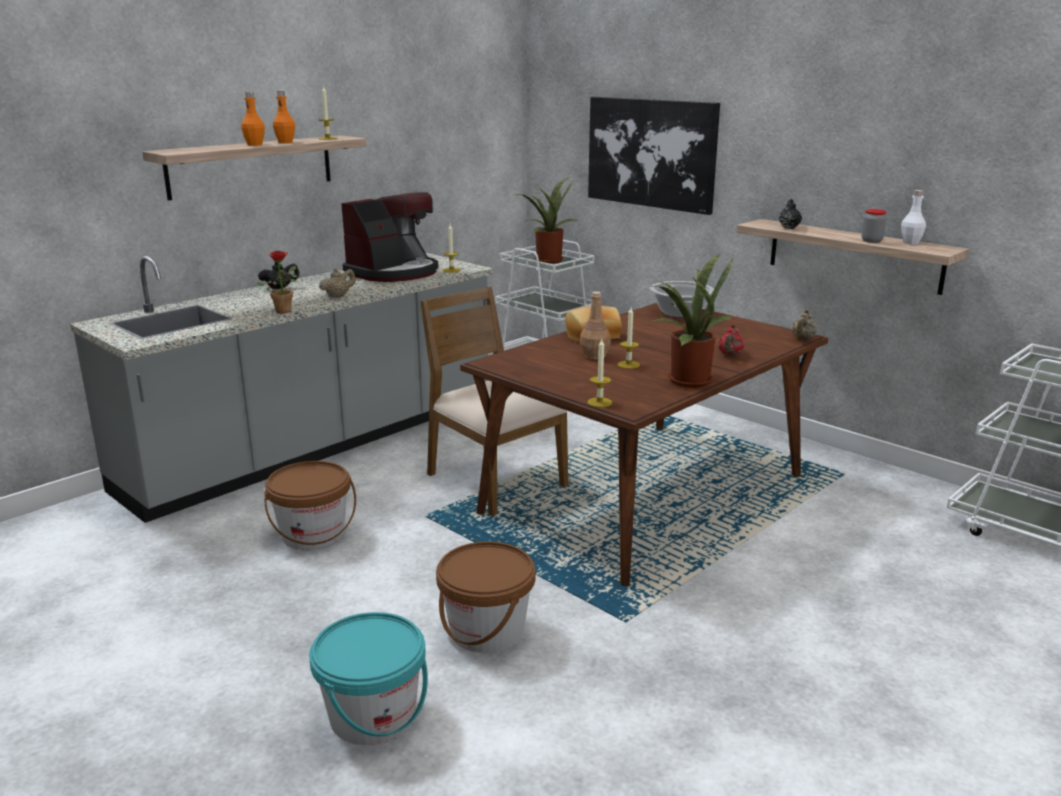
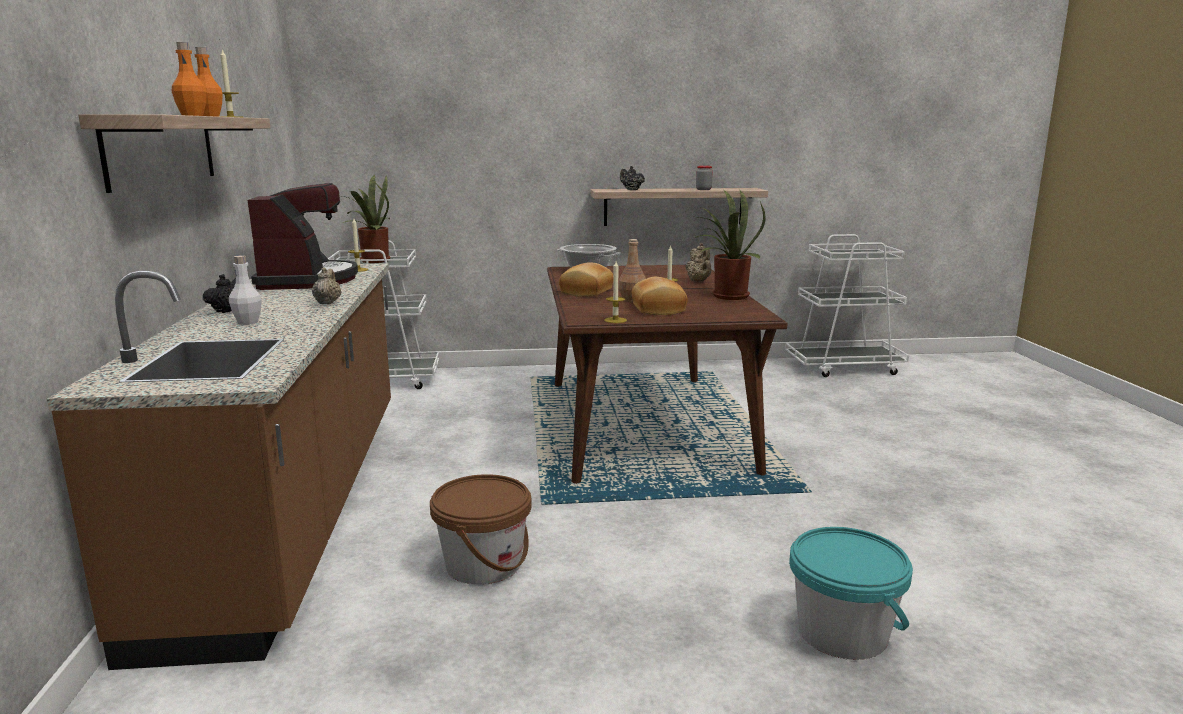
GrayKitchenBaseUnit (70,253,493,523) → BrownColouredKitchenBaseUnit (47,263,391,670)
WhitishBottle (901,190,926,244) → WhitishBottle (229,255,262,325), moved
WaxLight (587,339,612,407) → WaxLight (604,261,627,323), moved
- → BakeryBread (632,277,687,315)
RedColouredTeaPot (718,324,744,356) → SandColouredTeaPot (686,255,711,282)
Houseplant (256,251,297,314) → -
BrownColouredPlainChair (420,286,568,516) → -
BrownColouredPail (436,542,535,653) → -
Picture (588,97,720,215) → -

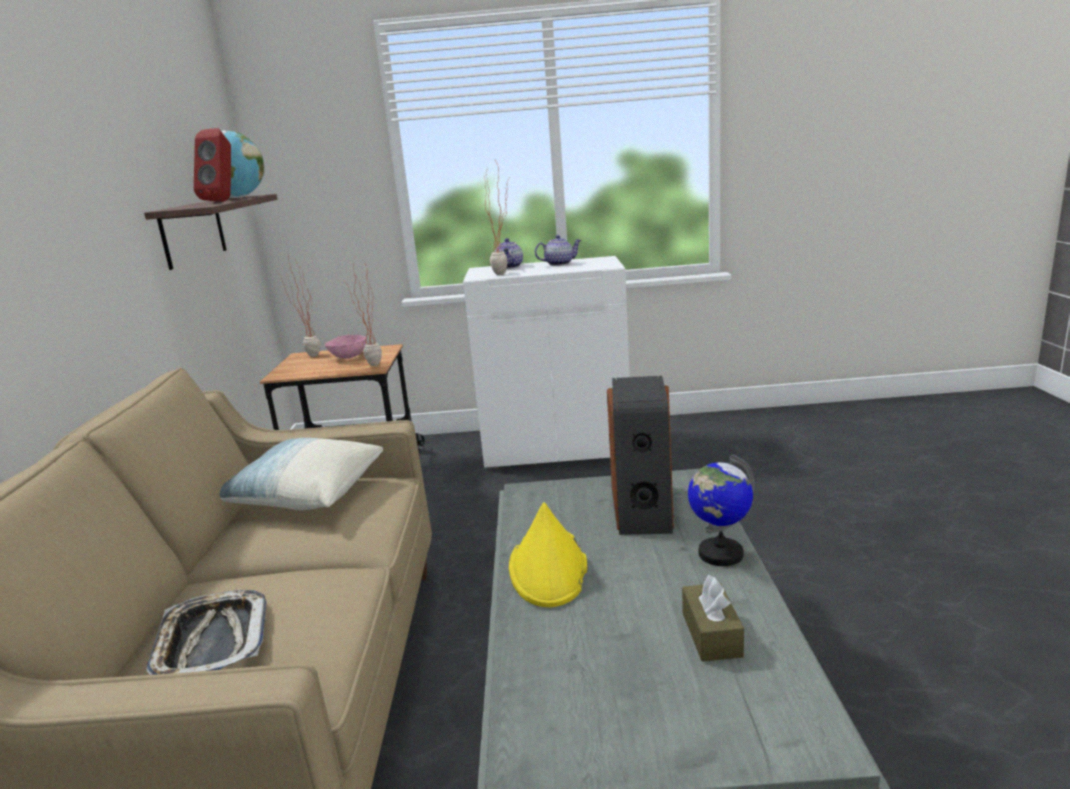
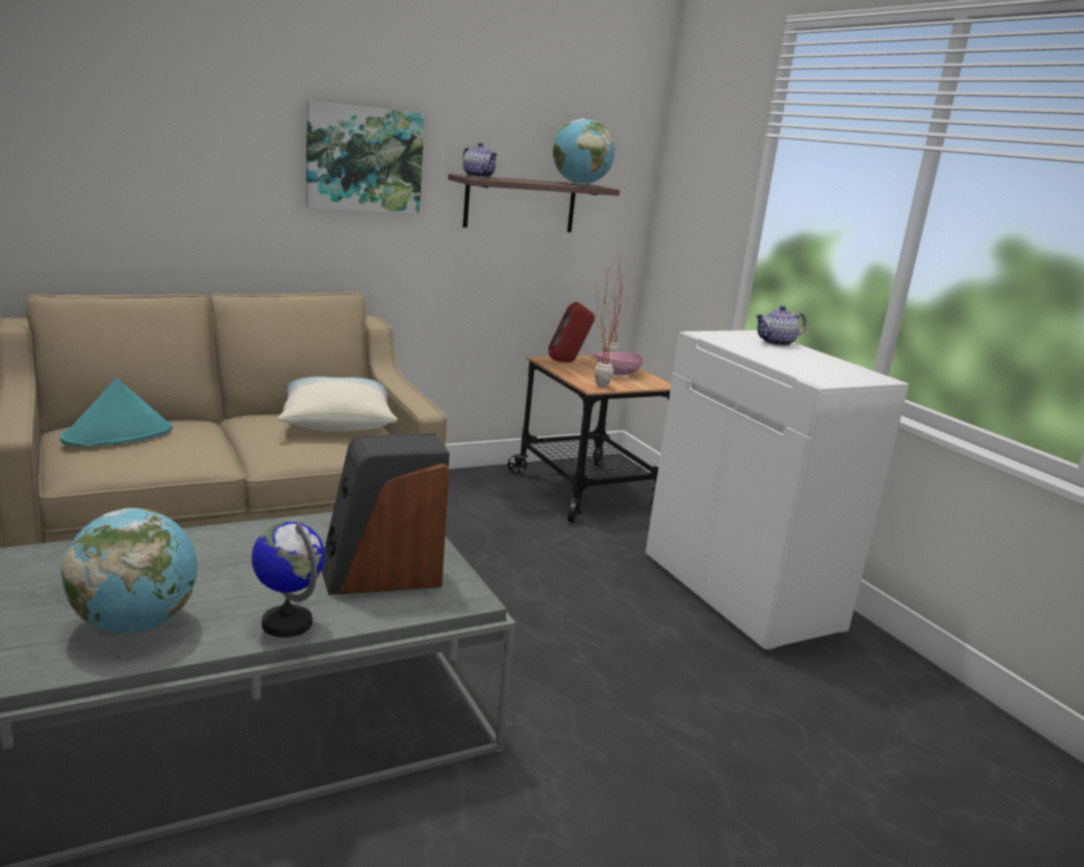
CarryingTray (146,590,267,675) → TurquoiseWearableHat (60,378,173,446)
BrownColouredBoxOfTissues (682,575,744,662) → DeskGlobe (61,508,197,633)
- → Picture (306,101,425,214)
TeaPot (535,235,582,266) → TeaPot (463,142,498,178), moved
RedColouredAudioSpeaker (194,128,231,202) → RedColouredAudioSpeaker (549,302,595,362), moved
Houseplant (484,160,511,275) → -
YellowishWearableHat (509,502,587,607) → -

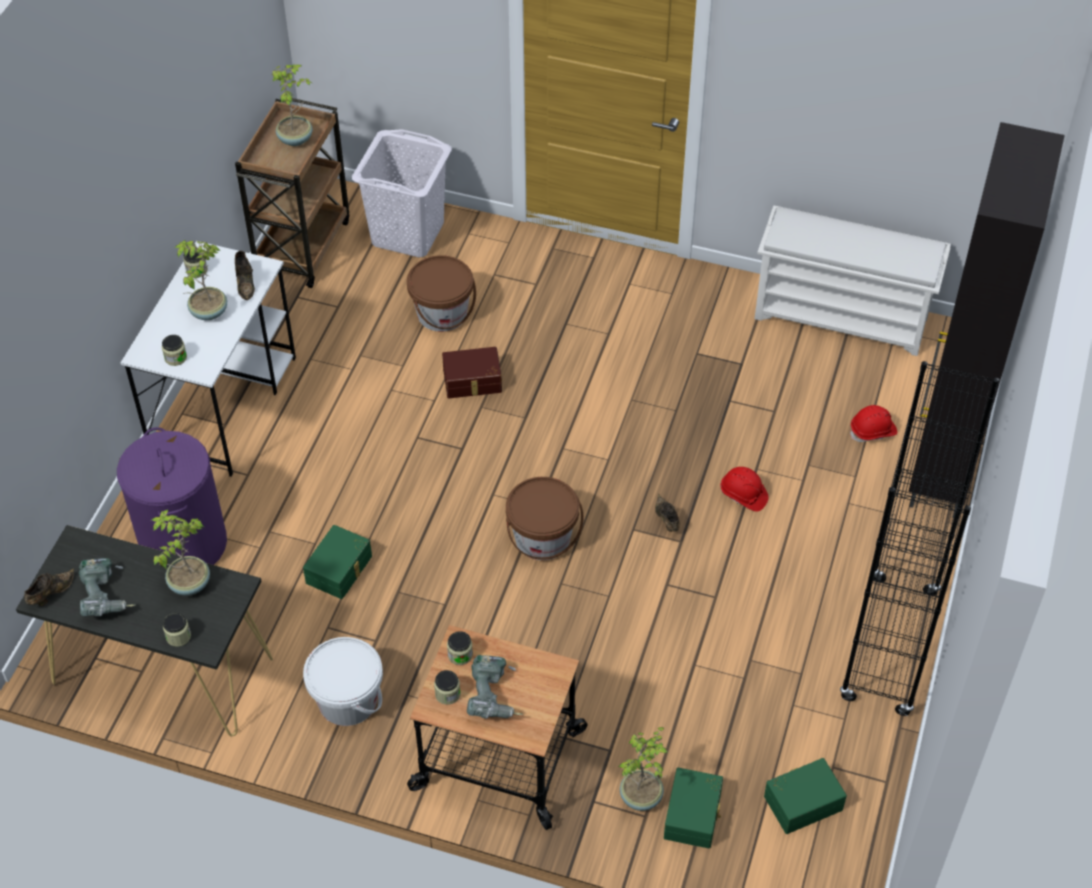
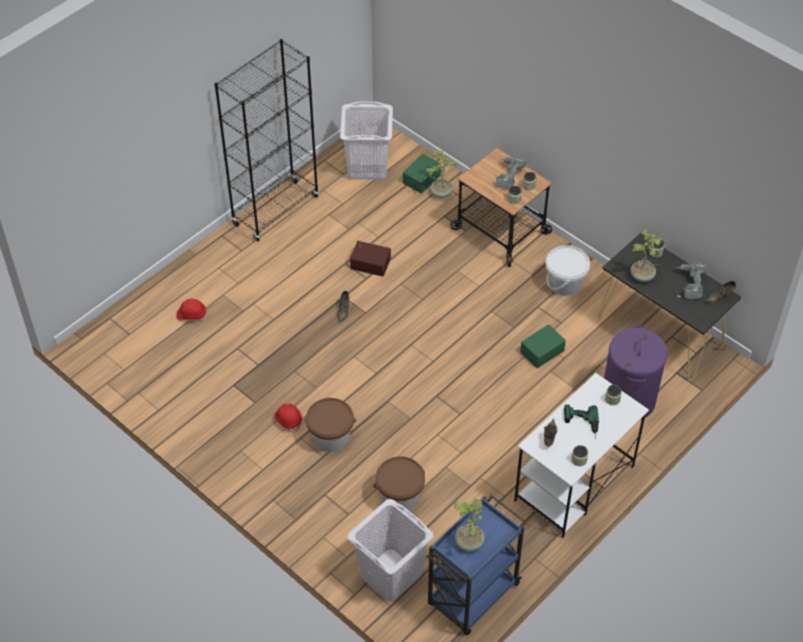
RedColouredWorkHelmet (720,467,769,512) → RedColouredWorkHelmet (274,403,302,432), moved
BrownColouredPail (506,477,584,560) → BrownColouredPail (305,398,356,452), moved
GreenColouredStorageBox (764,758,847,834) → WhitishHamper (340,102,393,180)
BrownColouredStorageBox (442,347,502,398) → BrownColouredStorageBox (350,241,391,277), moved
BrownColouredCart (235,98,349,288) → BluishCart (427,495,526,635)
Houseplant (174,240,227,320) → ElectricDrill (564,405,599,440)
WhitishShoeRack (754,205,951,356) → -
BlackishStorageCabinet (908,122,1065,518) → -

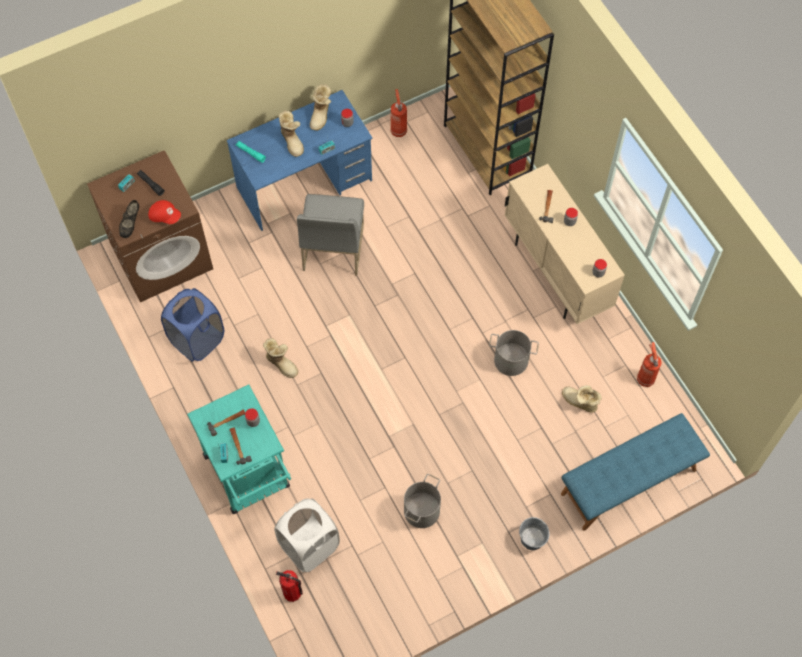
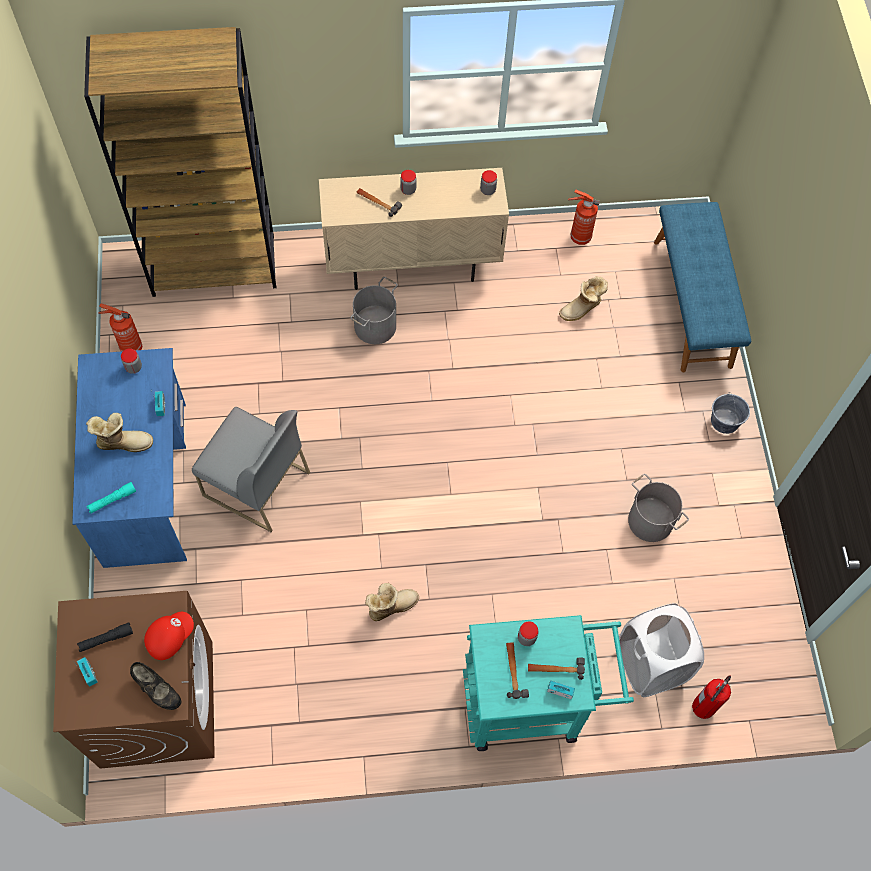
GrayPail (489,330,539,376) → GrayPail (350,277,398,344), moved
BluishHamper (161,288,224,362) → -
TallBoot (310,84,331,131) → -

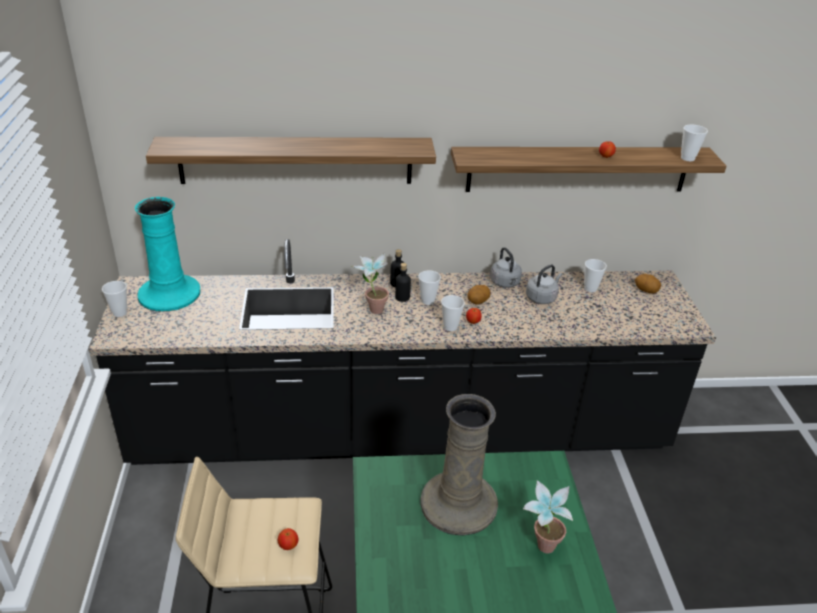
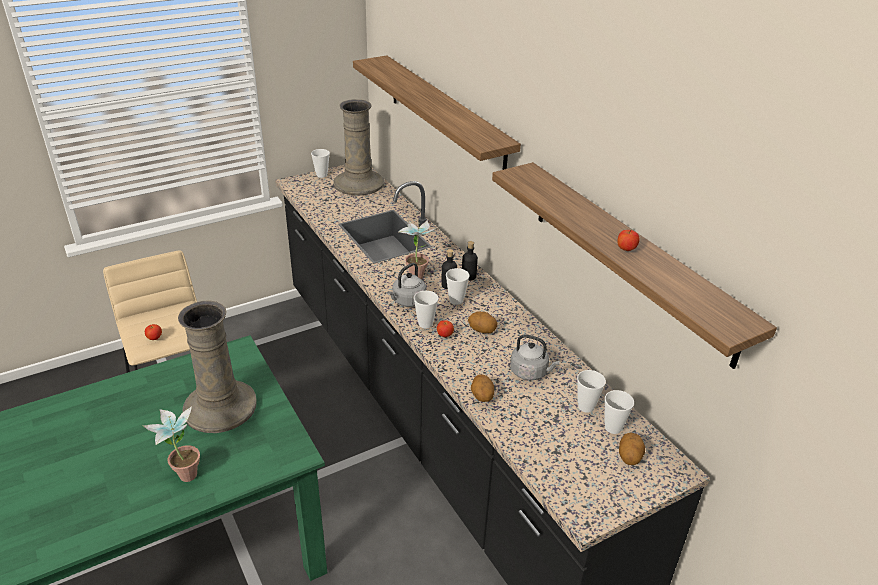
TurquoiseDecorativeVase (135,197,200,312) → SandColouredDecorativeVase (333,99,384,196)
GrayTeaKettle (490,247,522,288) → GrayTeaKettle (387,263,426,307), moved
- → Spud (471,374,494,402)
DrinkingCup (681,124,708,161) → DrinkingCup (604,390,634,434), moved

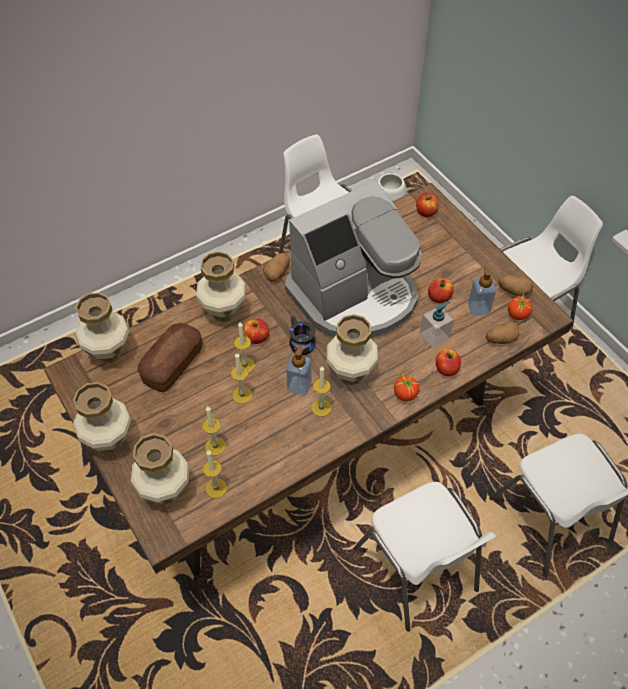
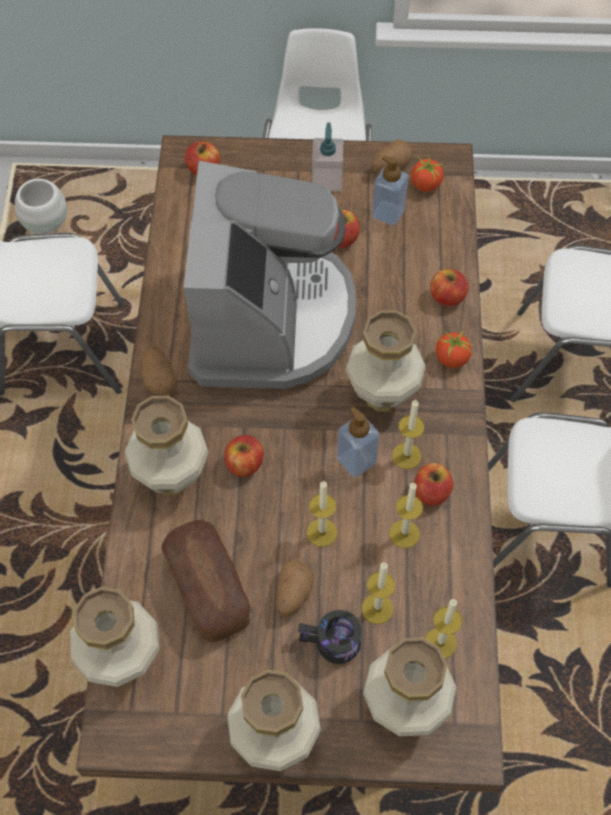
Spud (486,322,519,344) → Spud (276,560,314,617), moved
BlackishCoffeeMug (289,316,316,355) → BlackishCoffeeMug (298,610,362,664), moved
SoapBottle (420,301,454,348) → SoapBottle (312,122,343,191), moved
WaxLight (234,322,255,373) → WaxLight (389,483,423,548), moved
- → Apple (414,463,454,506)

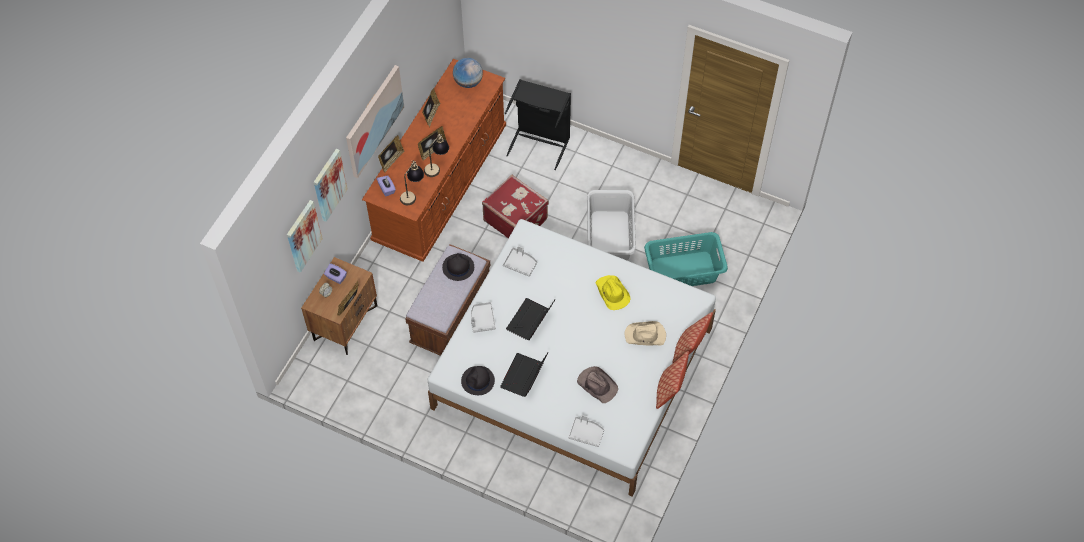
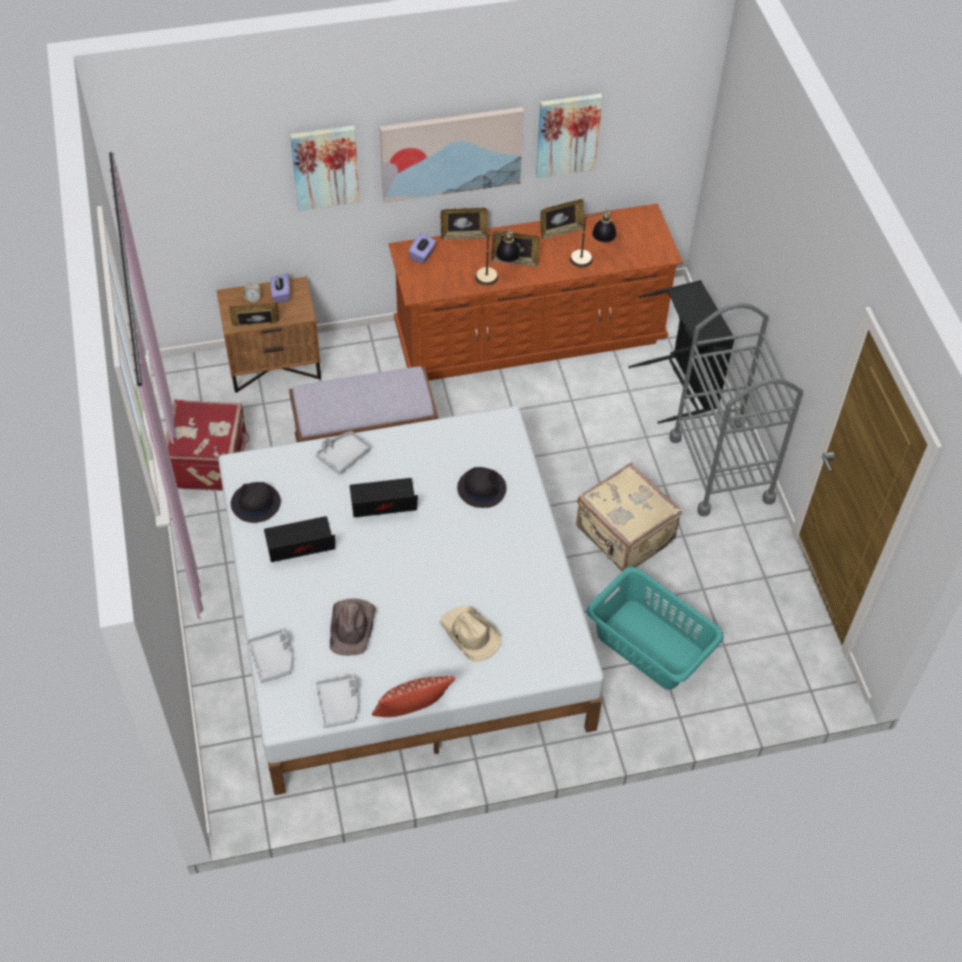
RedColouredTravelCase (482,174,549,238) → RedColouredTravelCase (166,399,250,491), moved
GrayCarryingTray (503,246,537,277) → GrayCarryingTray (315,675,358,728), moved
BlackishWearableHat (442,253,474,281) → BlackishWearableHat (457,467,507,508), moved
Picture (287,200,323,273) → Picture (536,94,603,178), moved
LampForATable (400,160,424,205) → LampForATable (570,207,616,268), moved
GrayHamper (587,190,636,260) → SandColouredTravelCase (576,463,682,571)
- → GrayCart (669,303,803,516)
DeskGlobe (453,58,483,88) → -
YellowishWearableHat (596,275,631,310) → -
ThrowPillow (673,312,713,363) → -

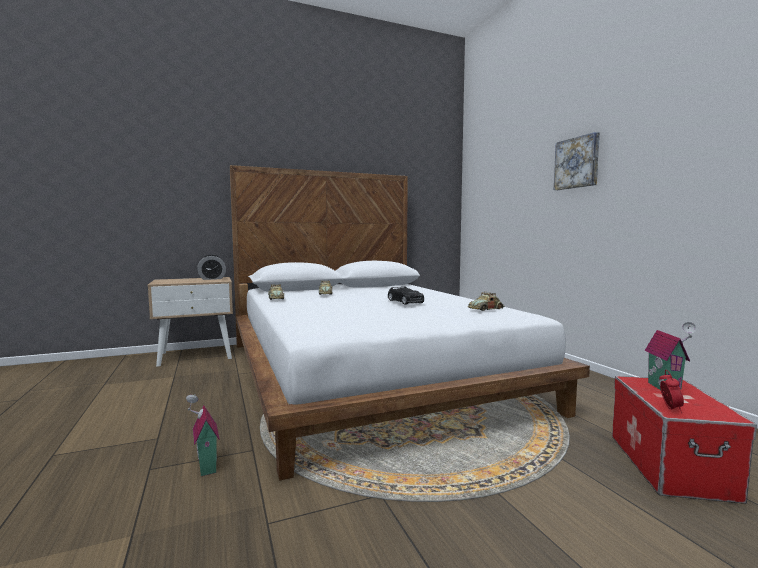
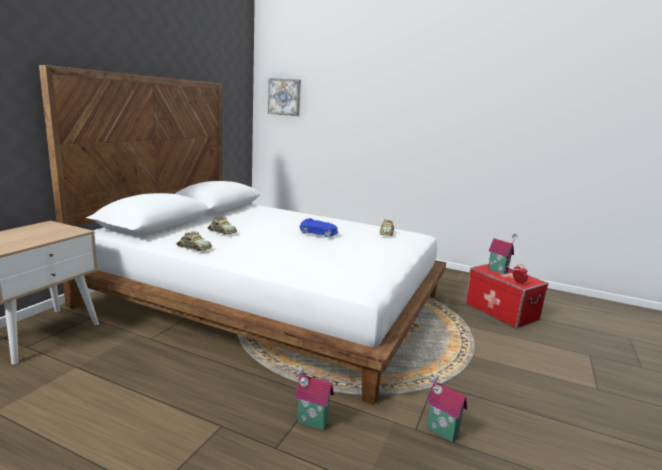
Picture (554,132,600,190) → Picture (268,78,301,116), moved
BlackishMiniatureCar (388,286,424,305) → BluishMiniatureCar (300,218,338,237)
- → ModelHouse (427,373,467,442)
BedsideClock (197,255,226,280) → -

